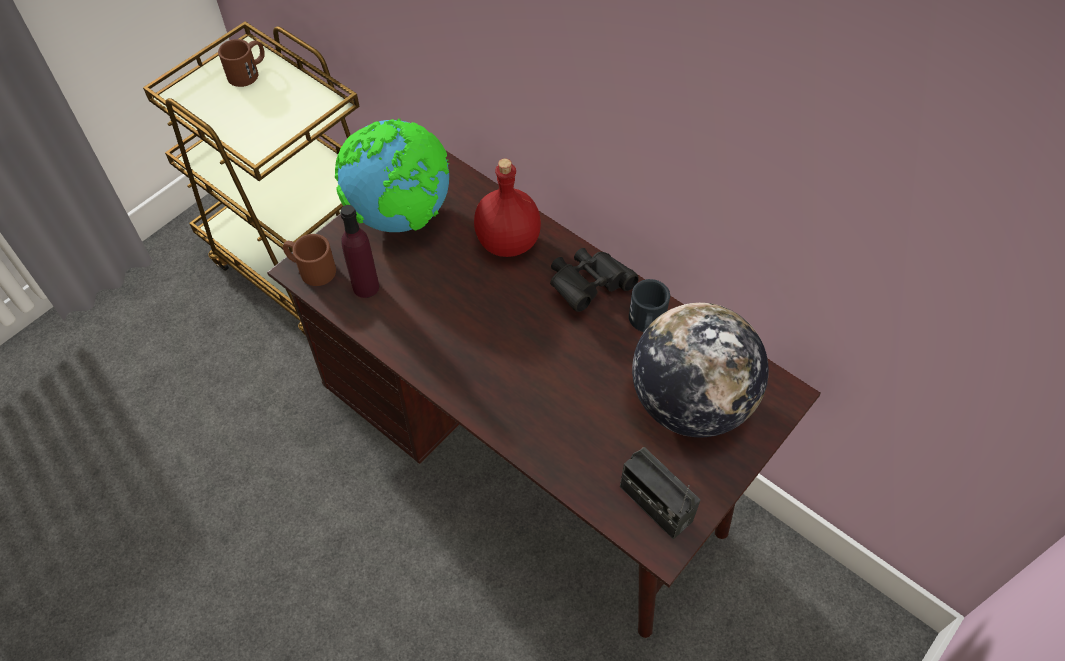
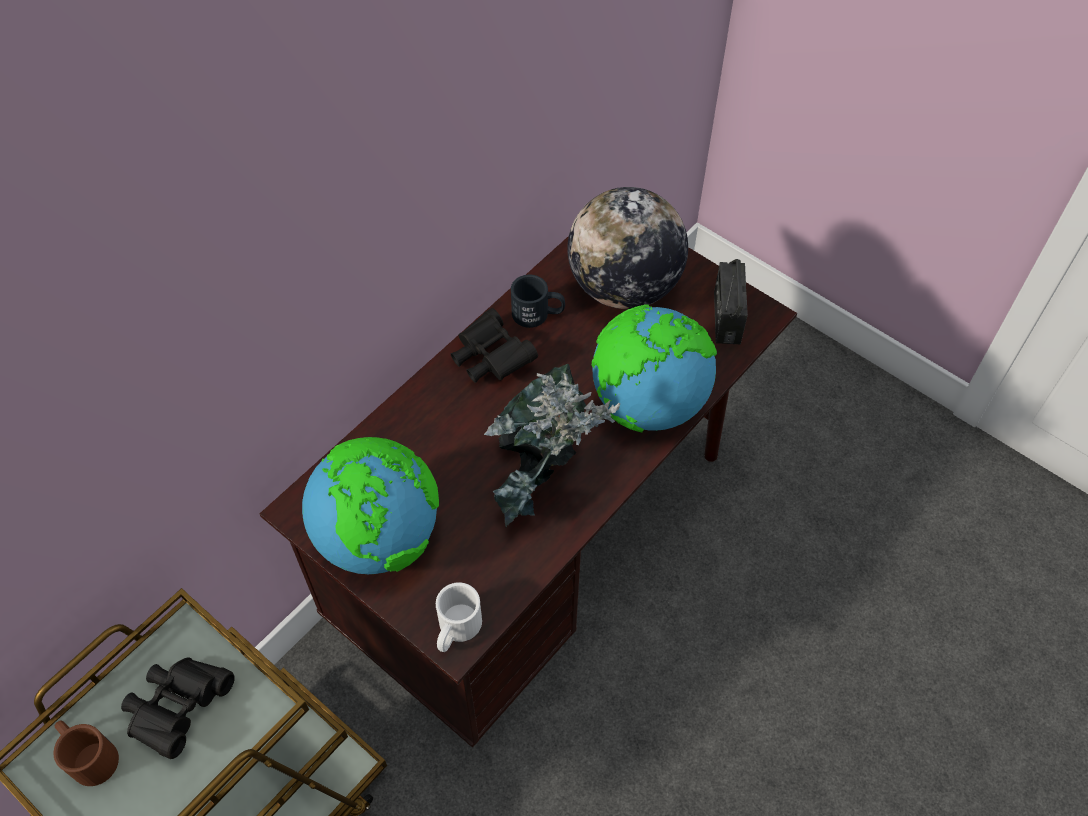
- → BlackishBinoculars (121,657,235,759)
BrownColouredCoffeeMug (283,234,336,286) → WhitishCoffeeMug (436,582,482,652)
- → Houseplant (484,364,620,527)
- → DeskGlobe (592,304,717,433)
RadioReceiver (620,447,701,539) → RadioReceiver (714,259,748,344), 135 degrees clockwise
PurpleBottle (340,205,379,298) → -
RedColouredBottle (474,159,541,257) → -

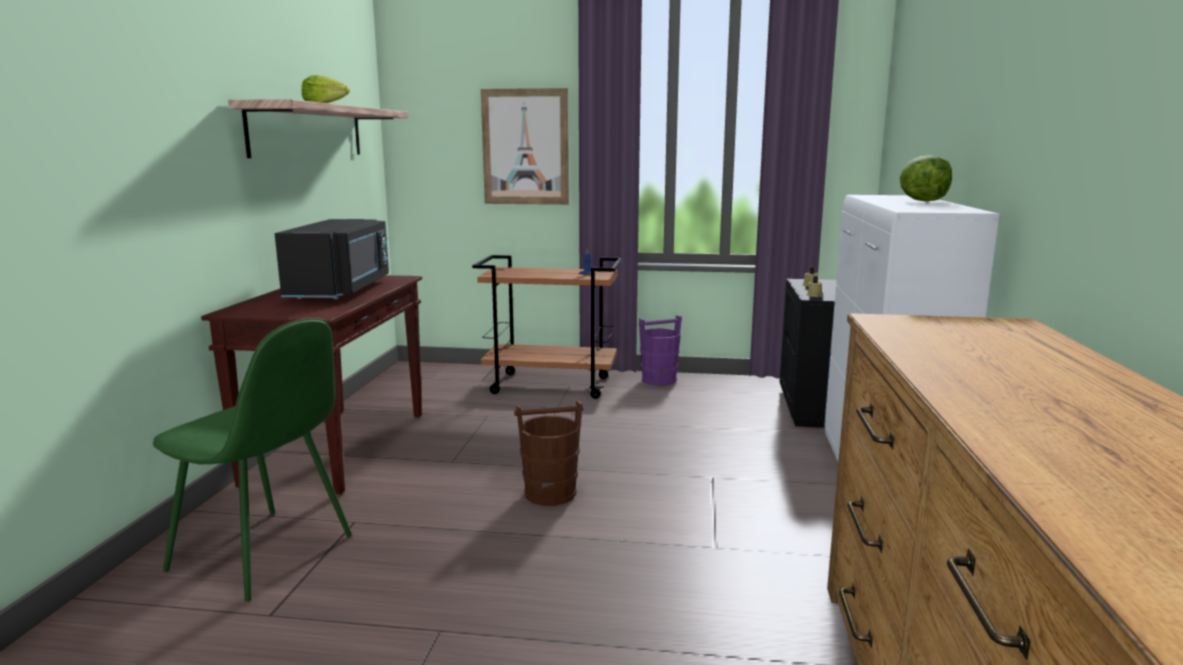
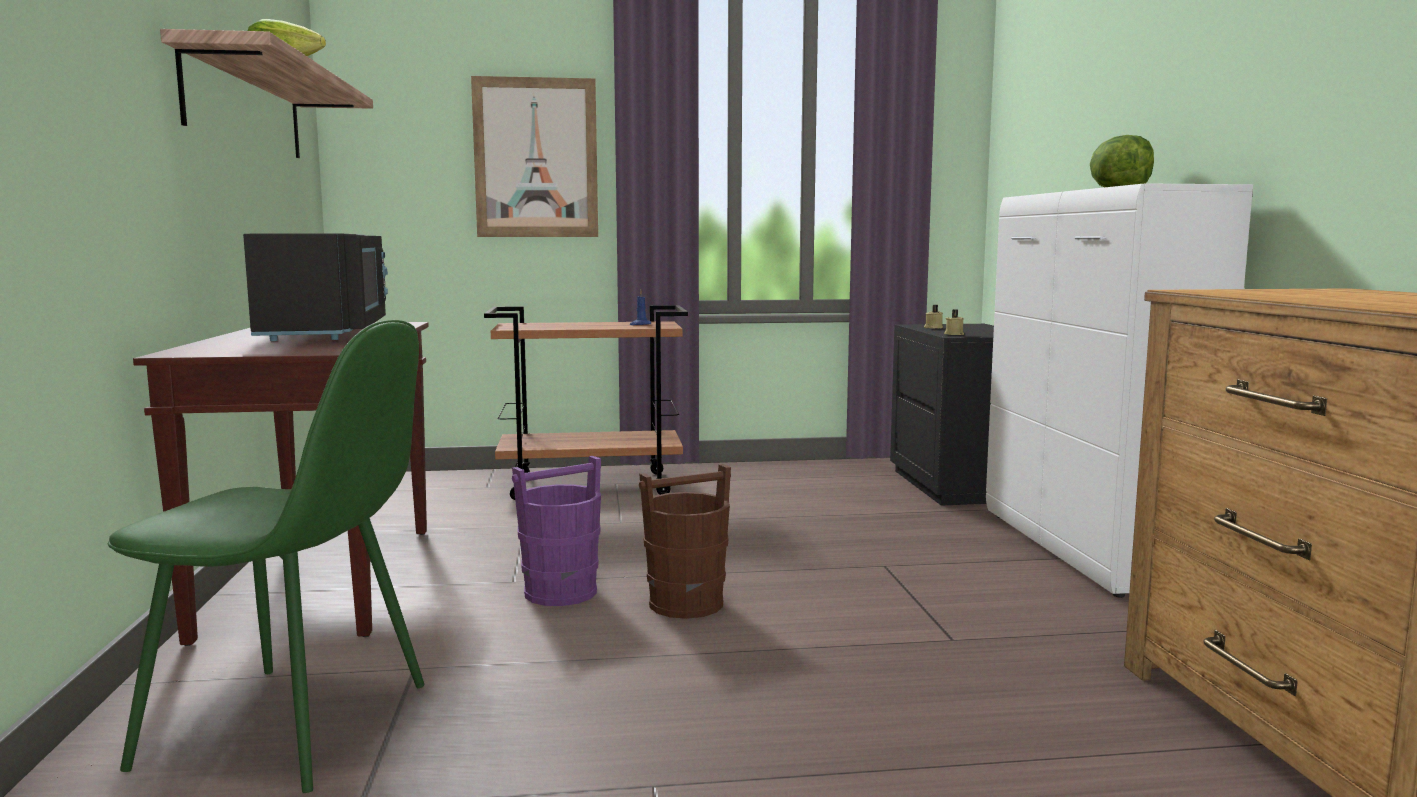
PurplePail (639,315,682,386) → PurplePail (512,456,601,606), moved

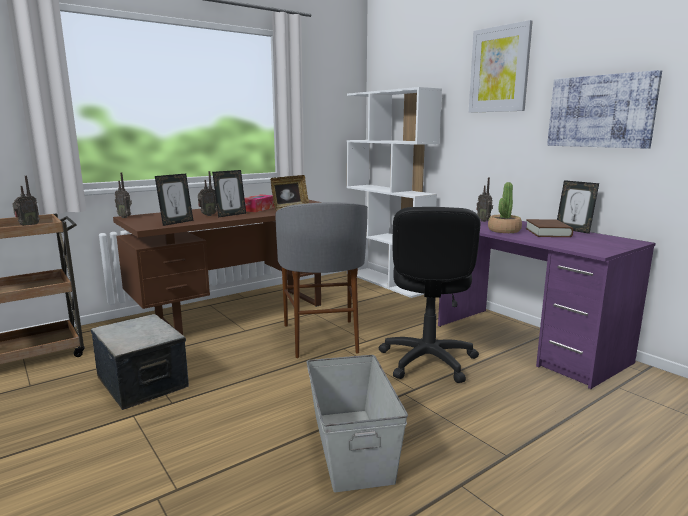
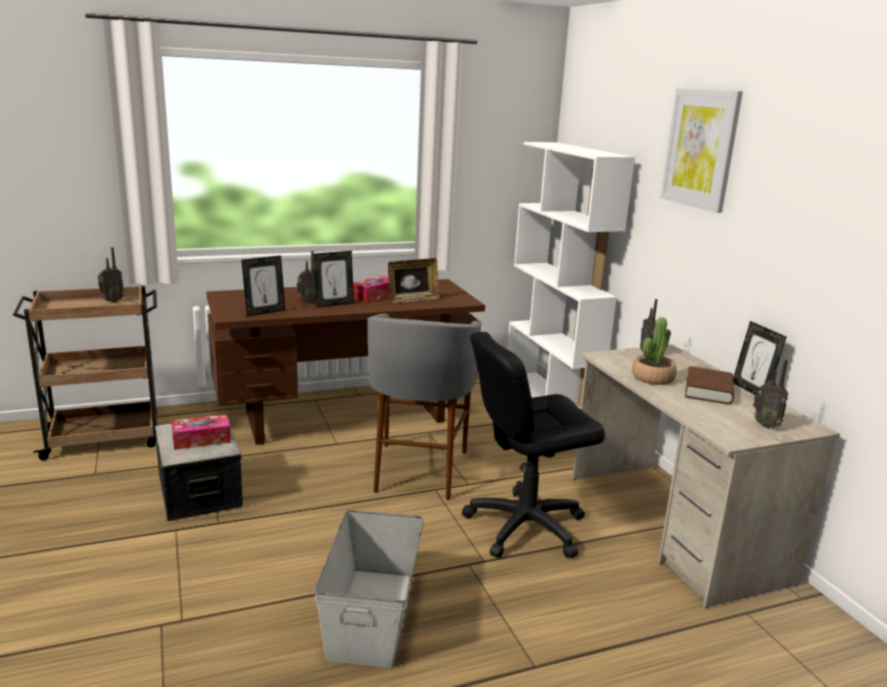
- → BoxOfTissues (171,414,231,450)
BlackishOfficeChair (379,207,480,383) → BlackishOfficeChair (462,332,605,558), 45 degrees clockwise
PurpleDesk (438,220,656,389) → SandColouredDesk (572,344,840,608)
RadioReceiver (115,172,132,218) → RadioReceiver (753,359,788,428), moved
Picture (547,70,662,149) → -

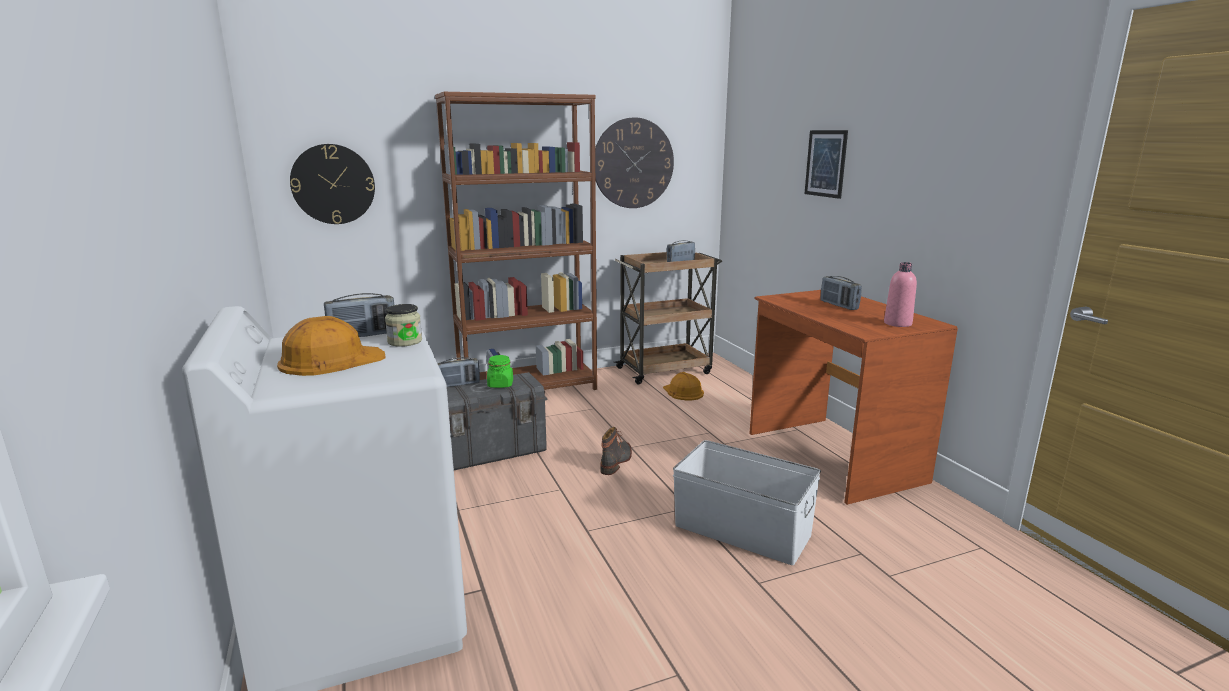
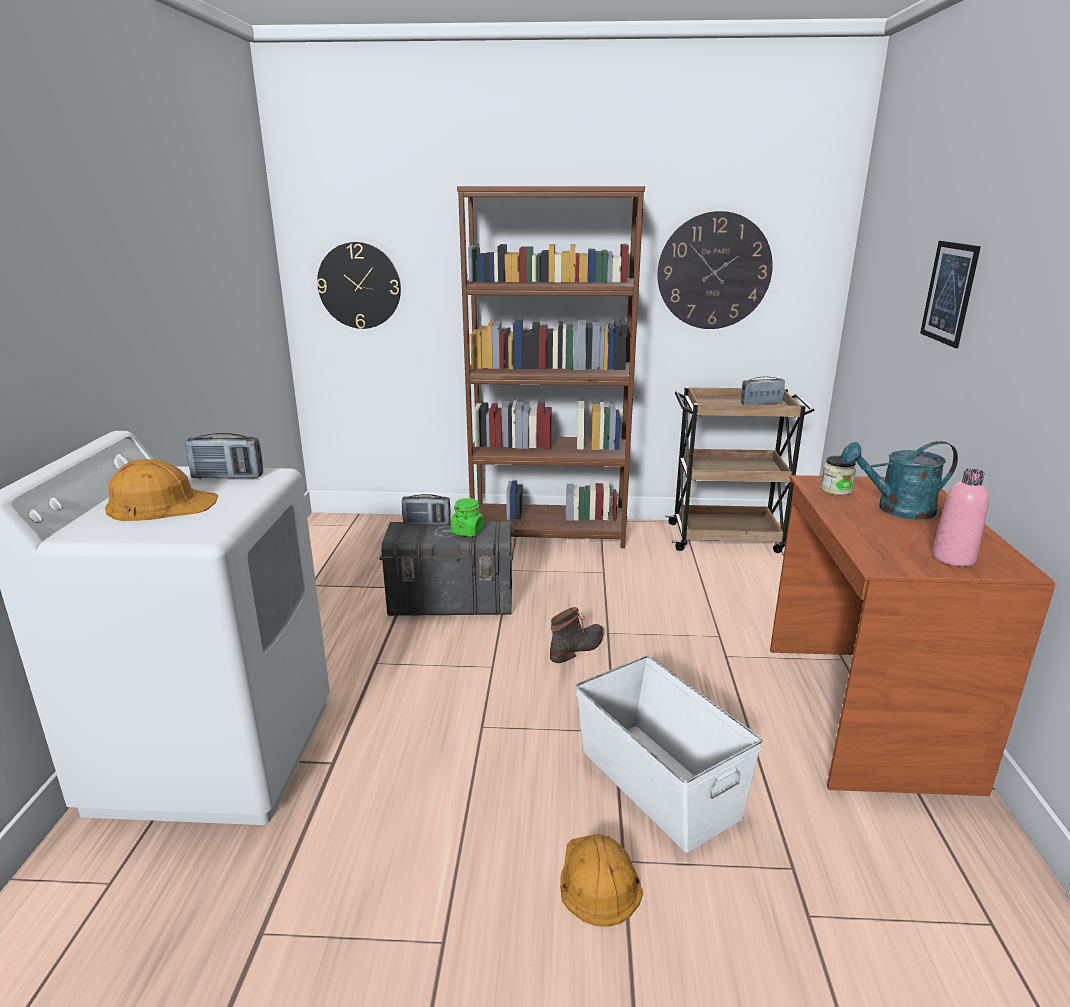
OrangeColouredWorkHelmet (663,372,704,401) → OrangeColouredWorkHelmet (560,834,643,927), moved
Jar (385,304,422,347) → Jar (820,456,856,495), moved
RadioReceiver (820,276,862,310) → TurquoiseSprinklingCan (841,441,958,520)

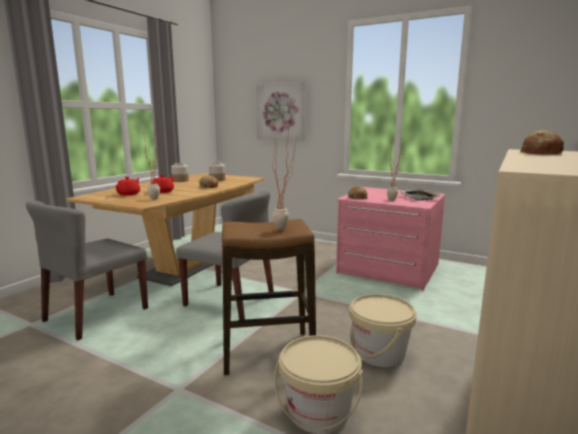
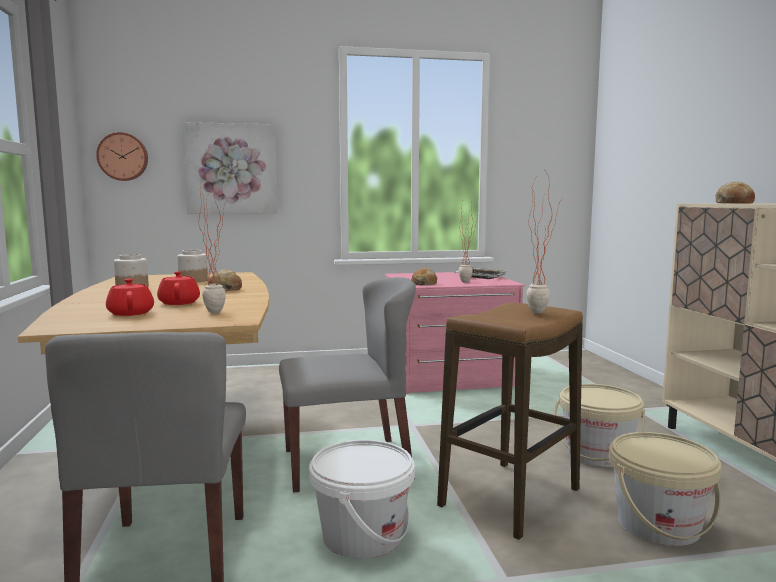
- → HangingClock (96,132,148,181)
- → WhitishPail (309,440,415,559)

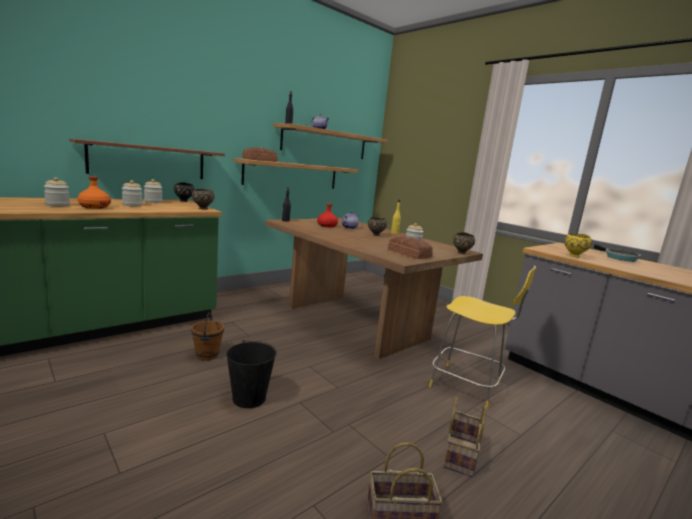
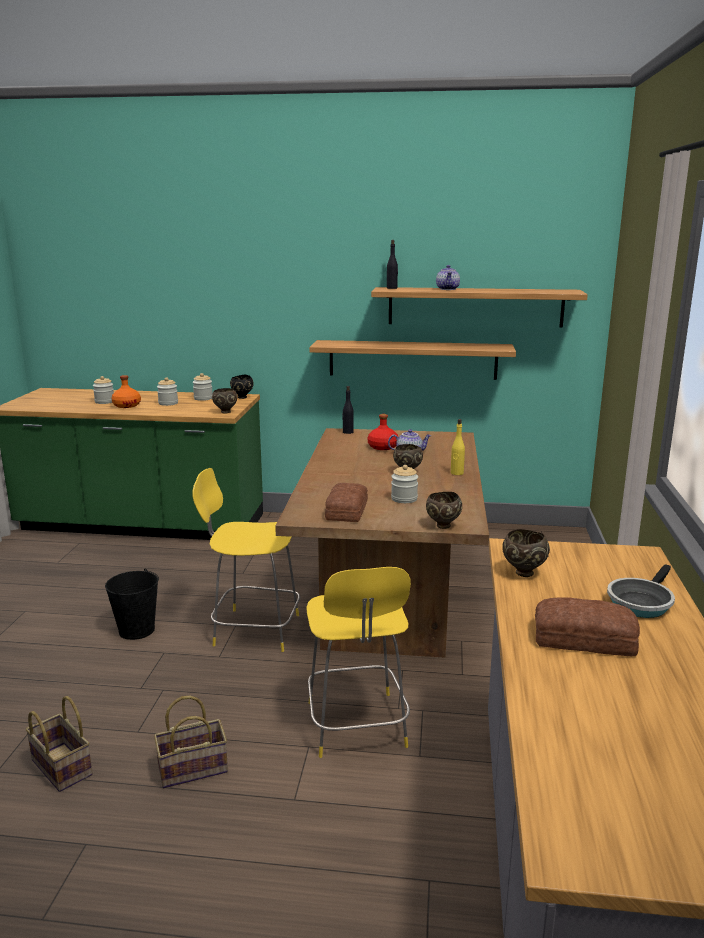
- → YellowishPlainChair (192,468,300,652)
YellowishBowl (564,234,592,257) → BrownColouredBowl (502,529,550,577)
BakeryBread (242,147,278,162) → BakeryBread (535,598,640,656), moved
WallShelf (69,138,225,179) → -
BrownColouredPail (191,312,224,360) → -

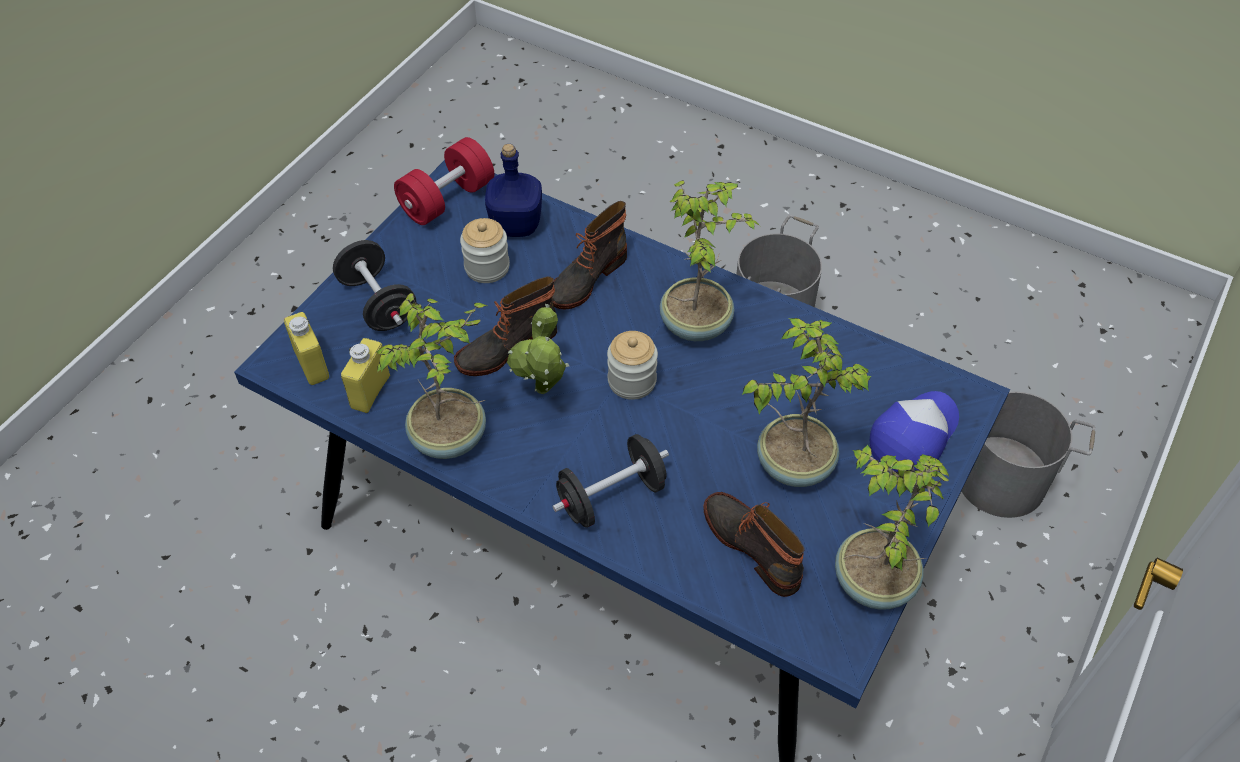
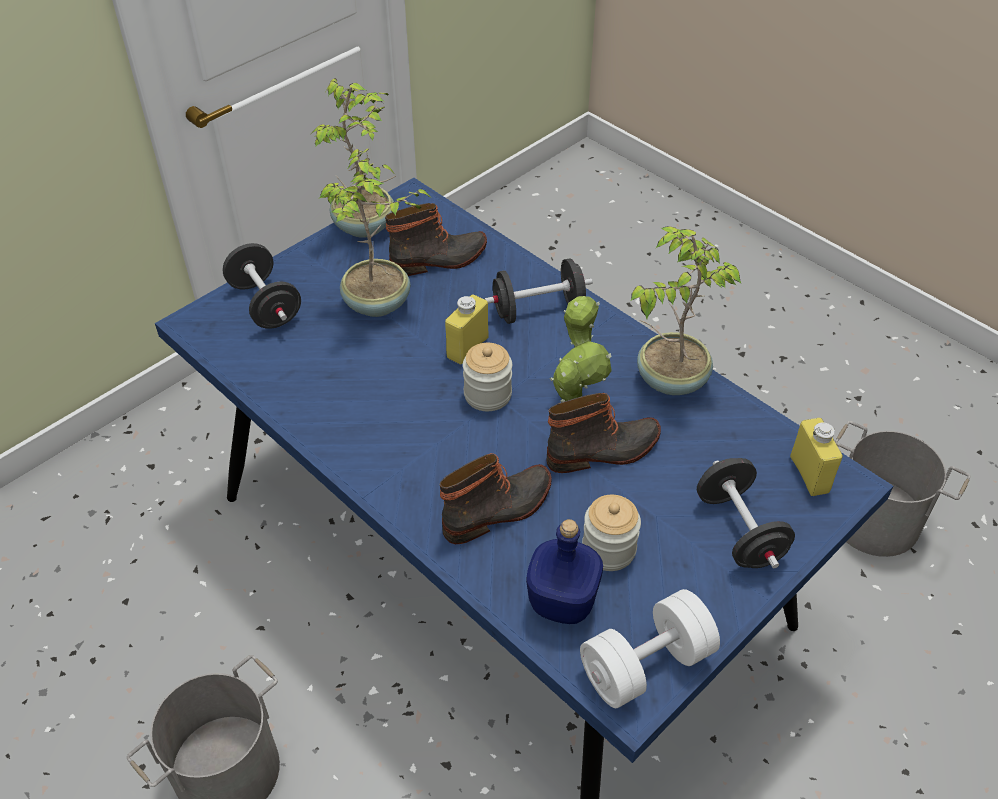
PeakedCap (870,391,959,473) → BlackishFreeWeight (222,243,301,329)
TallBoot (703,492,805,597) → TallBoot (385,203,487,276), 90 degrees counterclockwise
YellowishBottle (341,338,390,413) → YellowishBottle (445,294,489,364), moved
RedColouredFreeWeight (394,137,494,225) → WhitishFreeWeight (580,589,720,708)
GrayPail (961,392,1095,518) → GrayPail (835,421,971,557), moved
Houseplant (660,181,760,341) → -

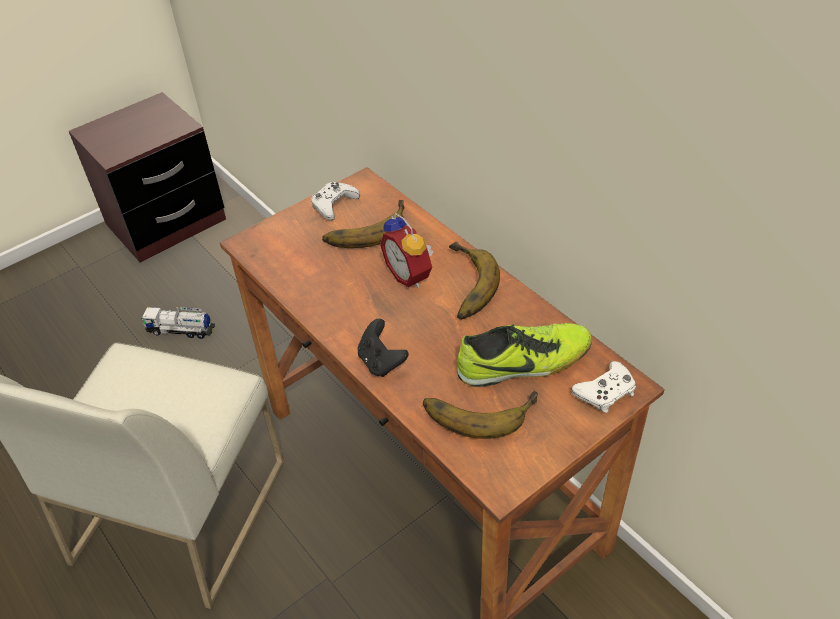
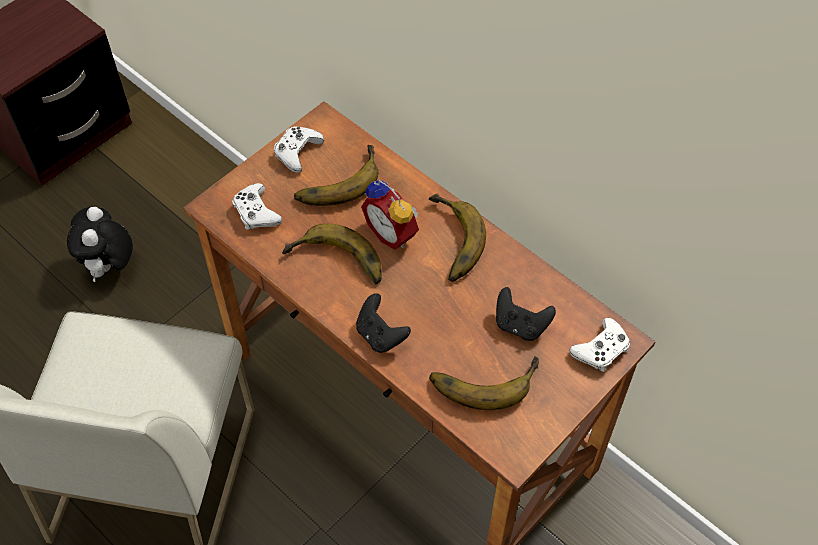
ToyTruck (141,307,215,339) → PlushToy (67,207,133,282)
- → WhitishJoypad (232,183,282,230)
- → BananaFruit (282,223,382,284)
Shoe (457,323,592,387) → BlackishJoypad (496,287,556,341)

